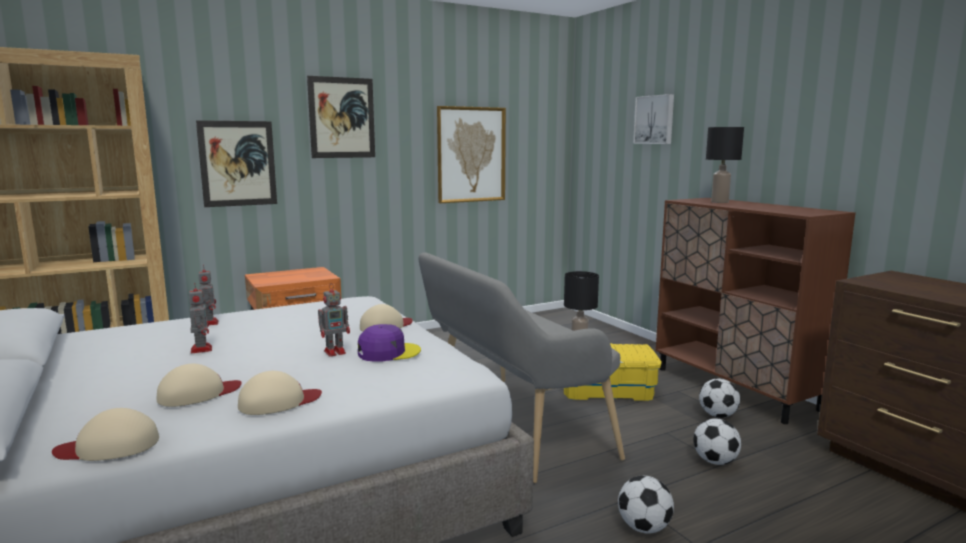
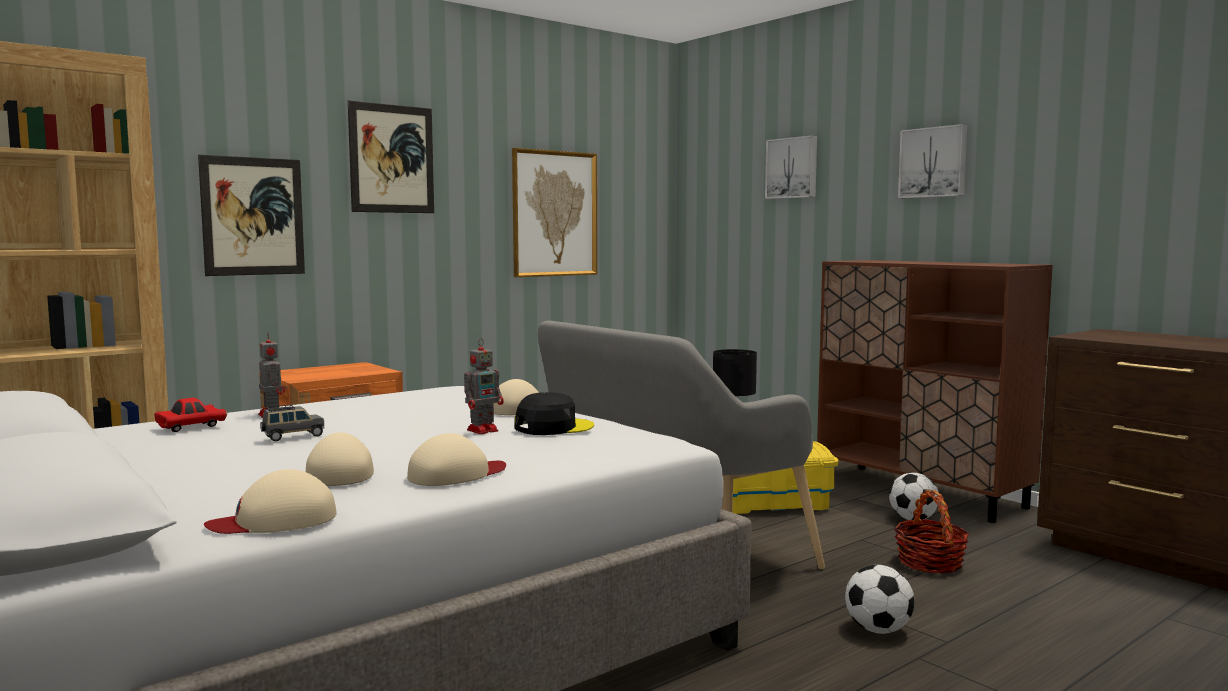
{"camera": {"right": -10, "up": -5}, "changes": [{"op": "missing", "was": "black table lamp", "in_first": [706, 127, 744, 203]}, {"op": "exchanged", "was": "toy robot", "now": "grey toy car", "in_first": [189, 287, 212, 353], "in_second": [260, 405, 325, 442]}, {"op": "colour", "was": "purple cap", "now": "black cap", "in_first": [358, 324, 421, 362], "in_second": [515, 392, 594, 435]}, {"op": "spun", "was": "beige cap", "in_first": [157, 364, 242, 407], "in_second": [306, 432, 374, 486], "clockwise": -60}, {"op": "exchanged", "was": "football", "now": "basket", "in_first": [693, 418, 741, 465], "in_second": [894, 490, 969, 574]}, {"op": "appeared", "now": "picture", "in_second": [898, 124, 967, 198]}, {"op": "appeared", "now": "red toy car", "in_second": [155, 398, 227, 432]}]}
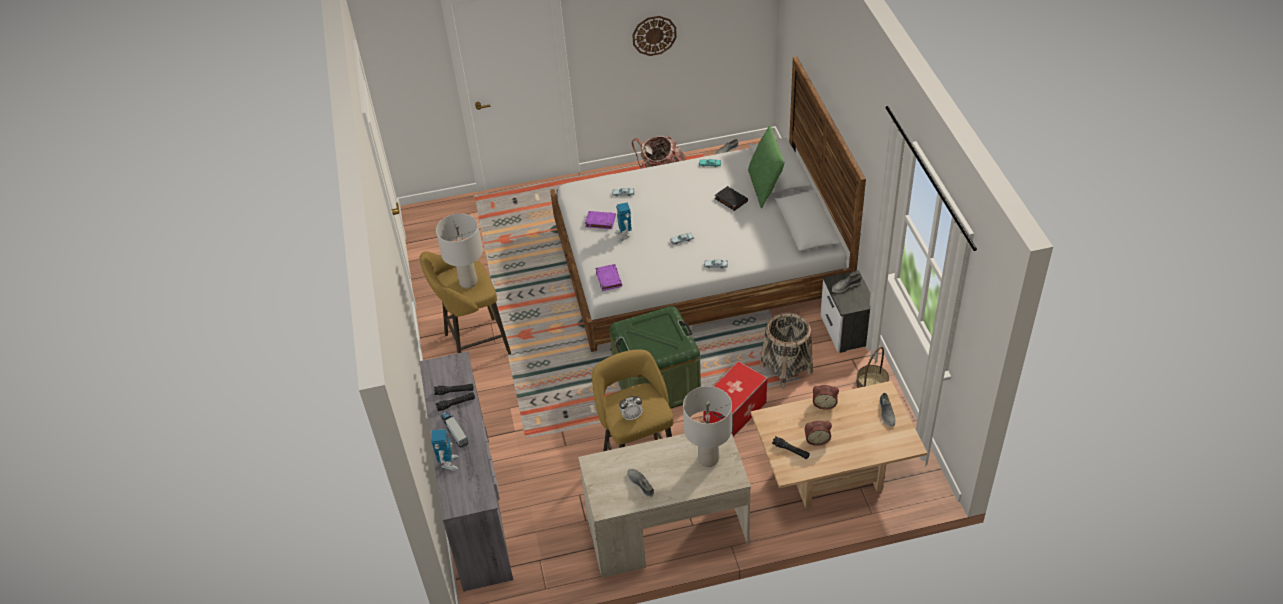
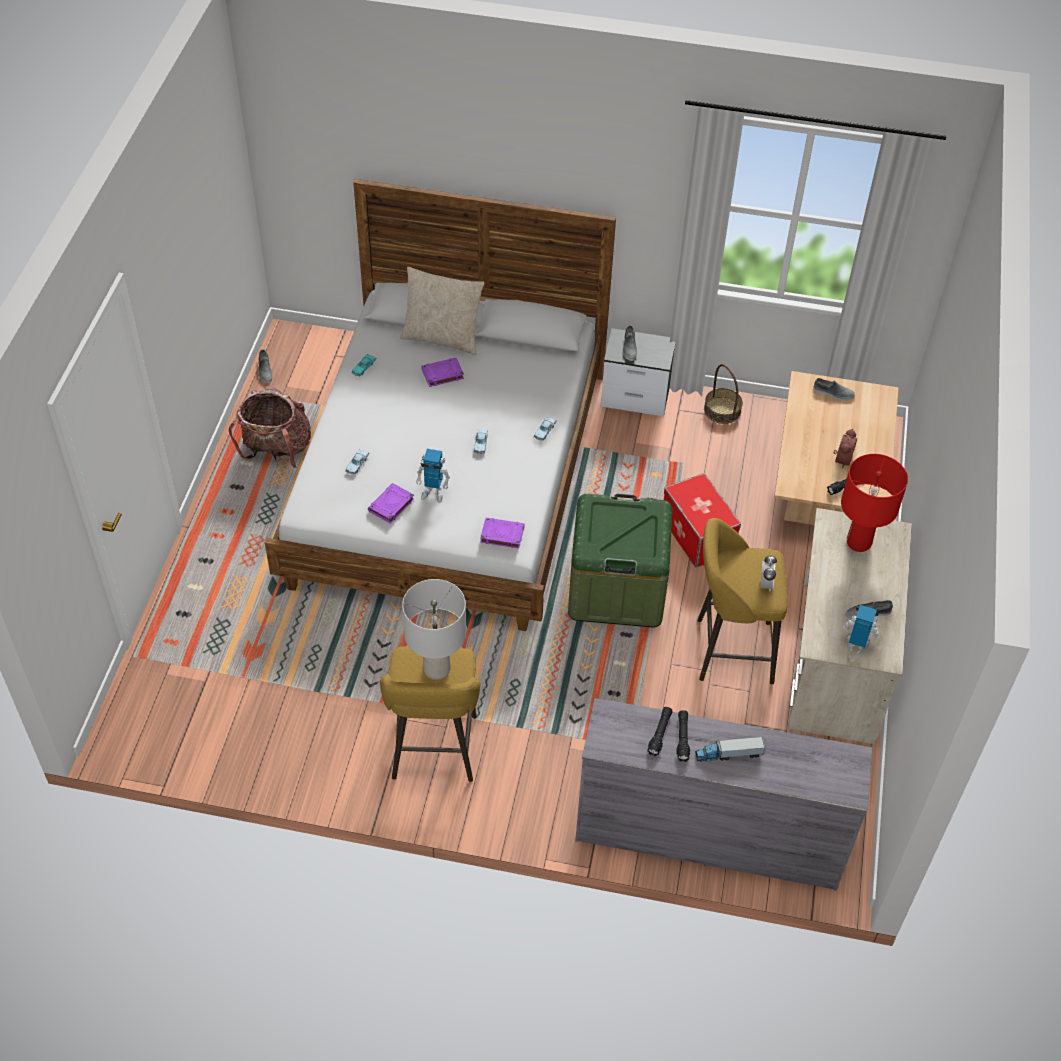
{"camera": {"right": -70, "up": 5}, "changes": [{"op": "missing", "was": "wall clock", "in_first": [632, 16, 677, 56]}, {"op": "colour", "was": "green pillow", "now": "beige pillow", "in_first": [748, 125, 785, 208], "in_second": [400, 267, 485, 355]}, {"op": "colour", "was": "black book", "now": "purple book", "in_first": [715, 186, 748, 211], "in_second": [421, 358, 464, 387]}, {"op": "missing", "was": "basket", "in_first": [760, 312, 813, 389]}, {"op": "missing", "was": "alarm clock", "in_first": [813, 385, 839, 410]}, {"op": "colour", "was": "grey table lamp", "now": "red table lamp", "in_first": [683, 386, 732, 467], "in_second": [841, 454, 908, 552]}, {"op": "relocated", "was": "toy robot", "in_first": [432, 429, 459, 471], "in_second": [843, 605, 879, 654]}]}
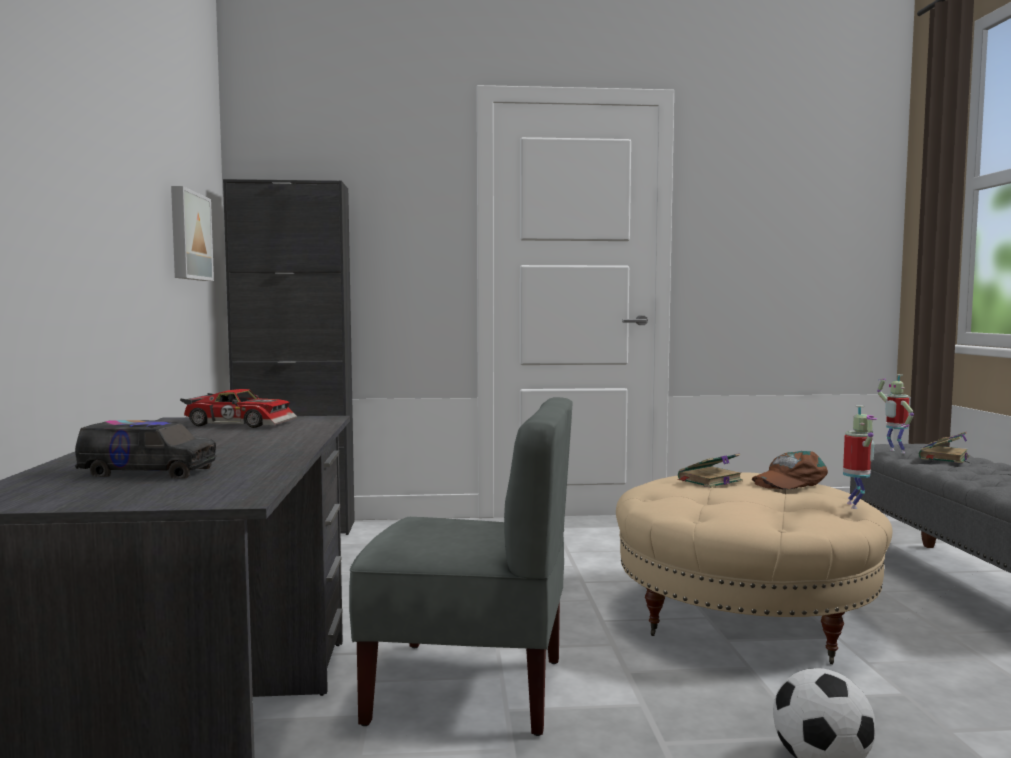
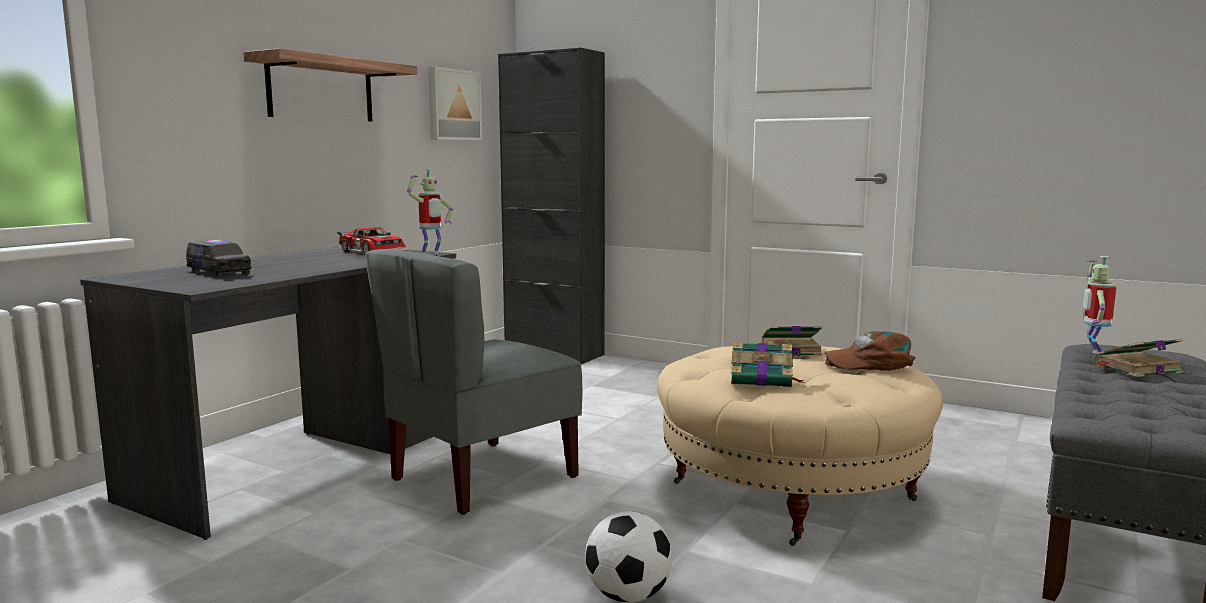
{"camera": {"right": 35, "up": 5}, "changes": [{"op": "spun", "was": "grey chair", "in_first": [349, 397, 573, 736], "in_second": [365, 249, 583, 515], "clockwise": 90}, {"op": "relocated", "was": "toy robot", "in_first": [843, 405, 878, 509], "in_second": [407, 169, 453, 254]}, {"op": "appeared", "now": "shelf", "in_second": [243, 48, 417, 121]}, {"op": "appeared", "now": "book", "in_second": [731, 342, 804, 387]}]}
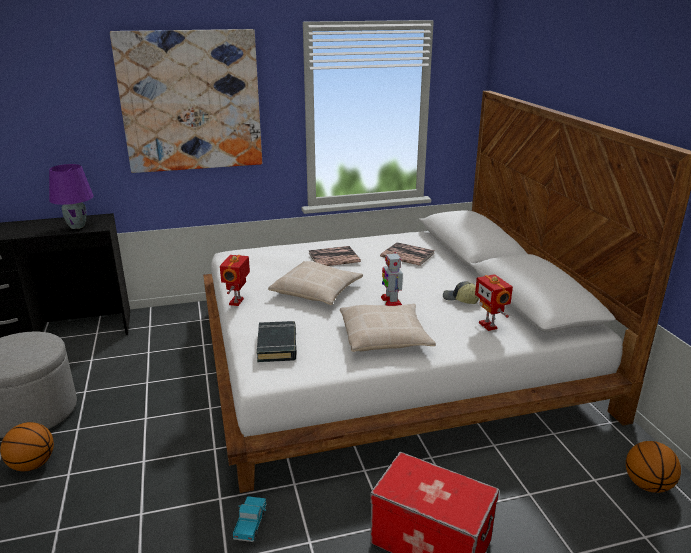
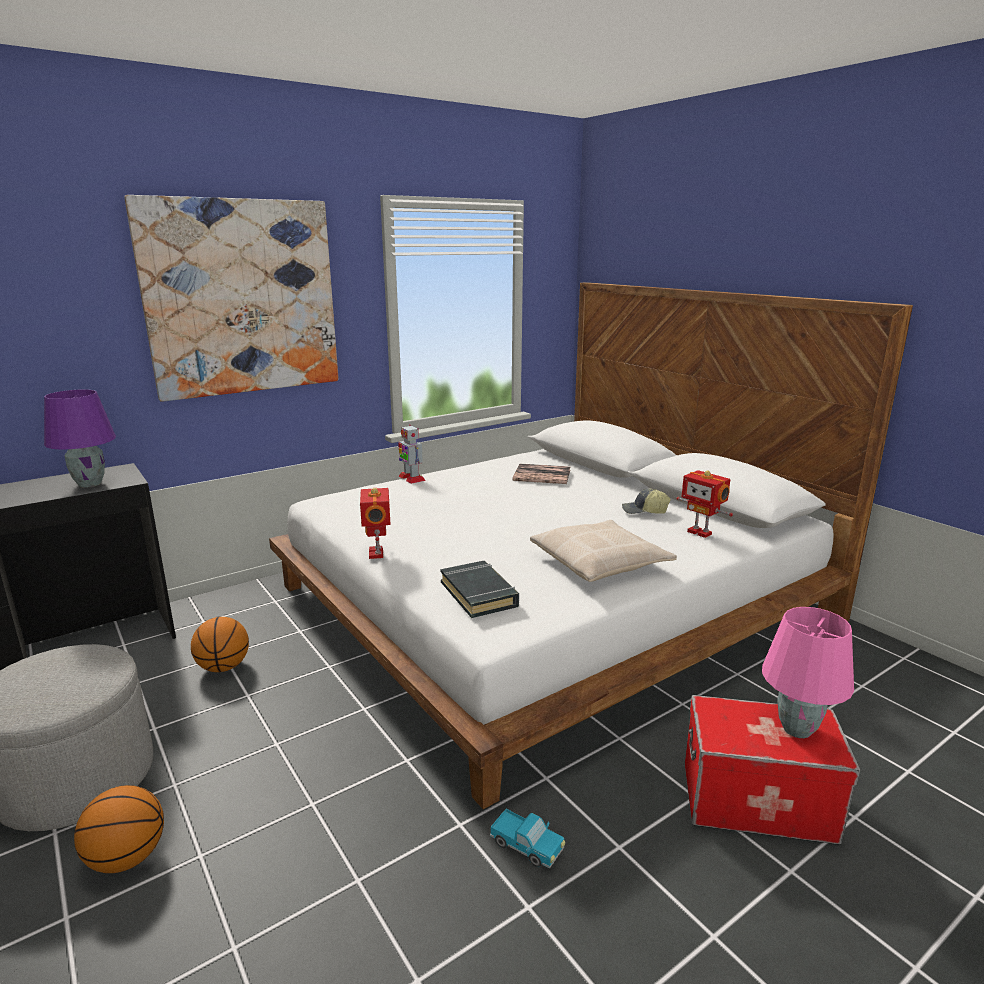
{"camera": {"right": -20, "up": -5}, "changes": [{"op": "missing", "was": "book", "in_first": [308, 246, 361, 266]}, {"op": "relocated", "was": "toy robot", "in_first": [381, 252, 403, 306], "in_second": [398, 424, 426, 484]}, {"op": "missing", "was": "beige pillow", "in_first": [268, 261, 363, 305]}, {"op": "relocated", "was": "basketball", "in_first": [626, 441, 681, 493], "in_second": [191, 617, 249, 672]}, {"op": "spun", "was": "toy truck", "in_first": [233, 496, 267, 542], "in_second": [490, 809, 565, 869], "clockwise": 135}, {"op": "appeared", "now": "pink table lamp", "in_second": [762, 607, 854, 738]}]}
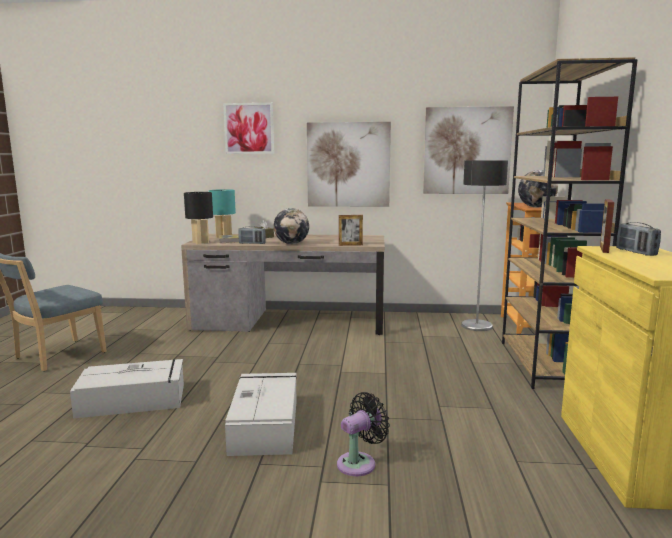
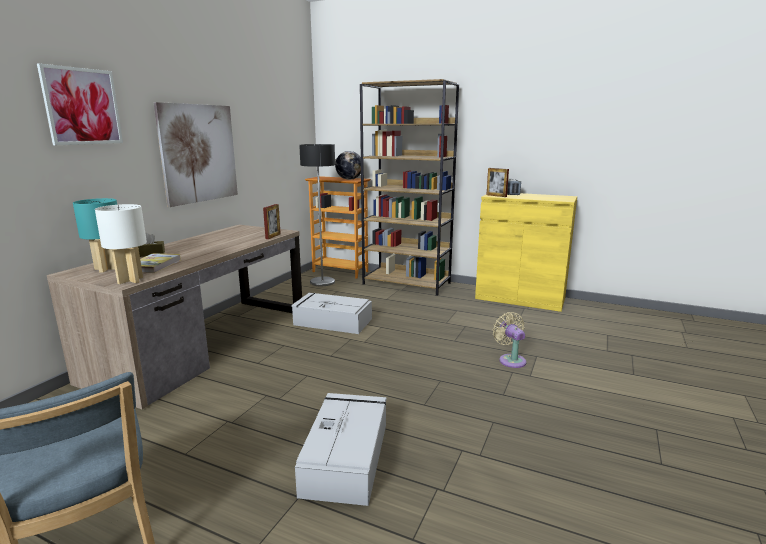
{"camera": {"right": -70, "up": 5}, "changes": [{"op": "missing", "was": "picture", "in_first": [423, 106, 514, 194]}, {"op": "colour", "was": "black table lamp", "now": "white table lamp", "in_first": [184, 192, 213, 244], "in_second": [95, 204, 147, 284]}, {"op": "missing", "was": "globe", "in_first": [274, 208, 309, 244]}, {"op": "missing", "was": "radio", "in_first": [238, 226, 266, 244]}, {"op": "relocated", "was": "grey storage box", "in_first": [225, 373, 297, 456], "in_second": [291, 293, 372, 334]}, {"op": "colour", "was": "black fan", "now": "beige fan", "in_first": [337, 392, 390, 476], "in_second": [493, 312, 526, 368]}]}
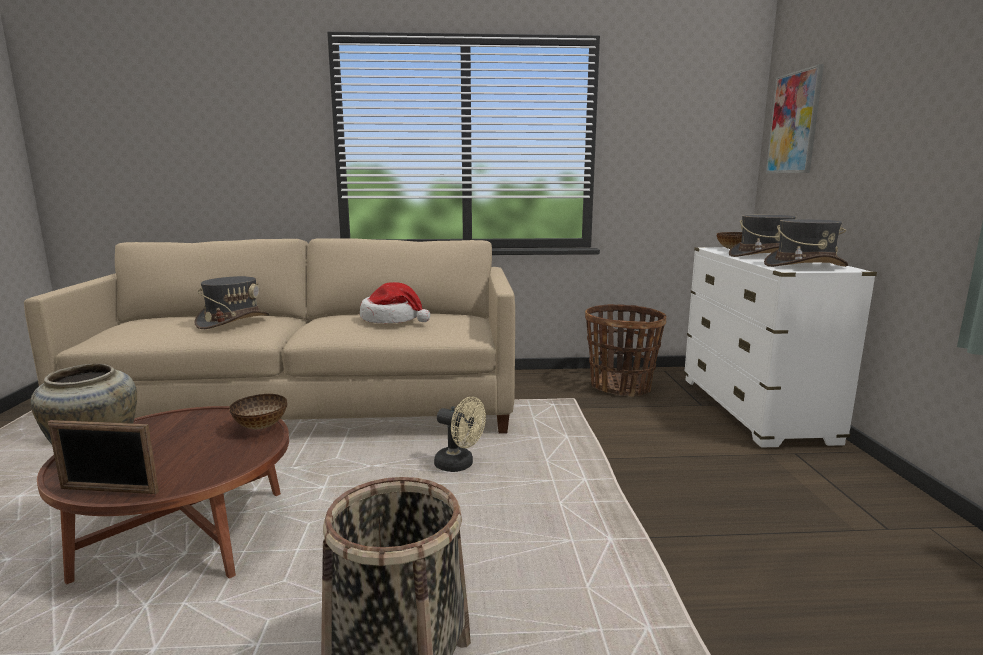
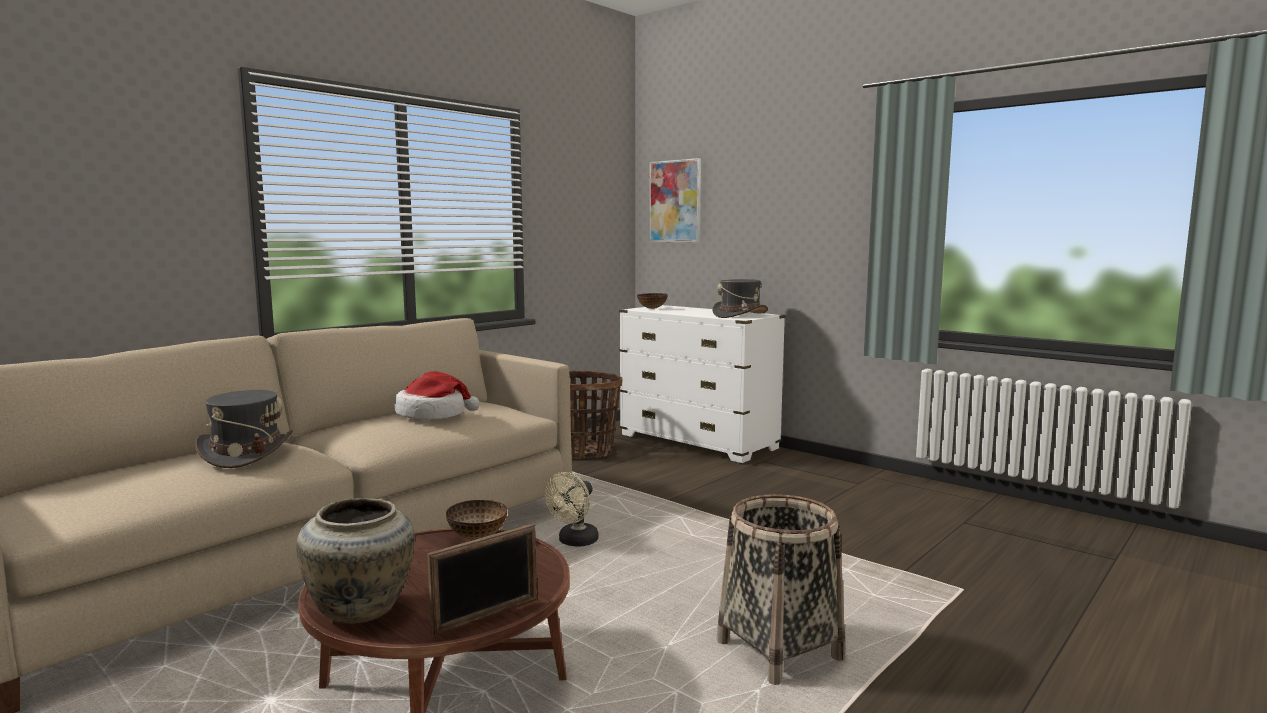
{"camera": {"right": -45, "up": -5}, "changes": [{"op": "missing", "was": "grey hat", "in_first": [729, 215, 796, 257]}, {"op": "spun", "was": "beige fan", "in_first": [434, 397, 486, 472], "in_second": [545, 472, 598, 547], "clockwise": 135}]}
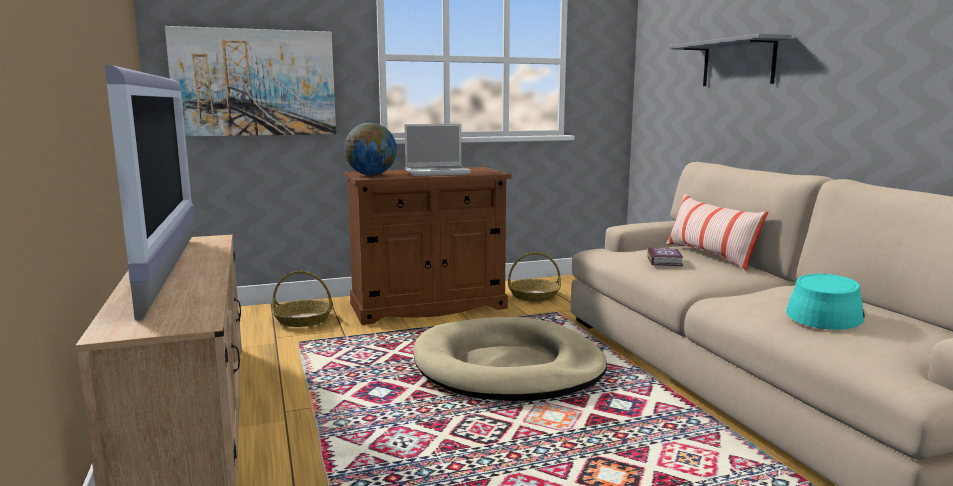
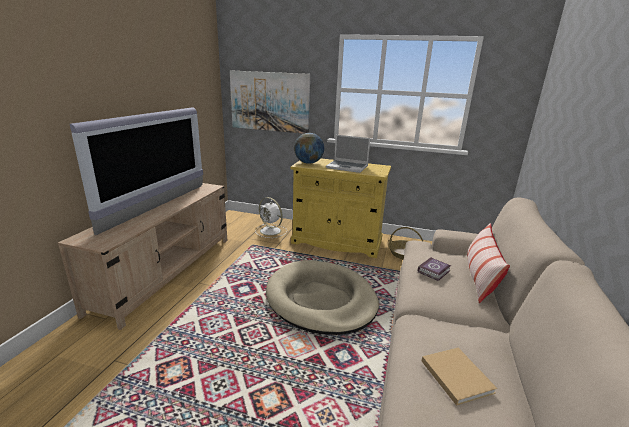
{"camera": {"right": 35, "up": 10}, "changes": [{"op": "missing", "was": "grey shelf", "in_first": [669, 33, 792, 86]}, {"op": "colour", "was": "brown cabinet", "now": "yellow cabinet", "in_first": [344, 167, 511, 325], "in_second": [290, 159, 391, 258]}, {"op": "exchanged", "was": "basket", "now": "white fan", "in_first": [272, 271, 333, 327], "in_second": [255, 197, 287, 238]}, {"op": "exchanged", "was": "turquoise hat", "now": "beige book", "in_first": [786, 274, 865, 330], "in_second": [422, 348, 497, 406]}]}
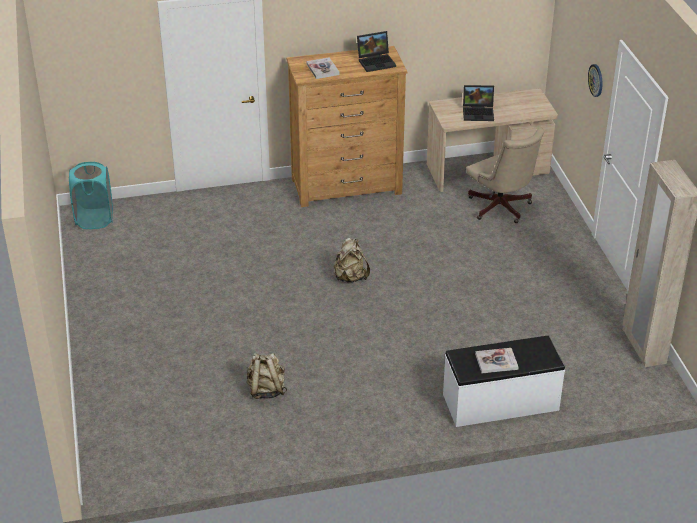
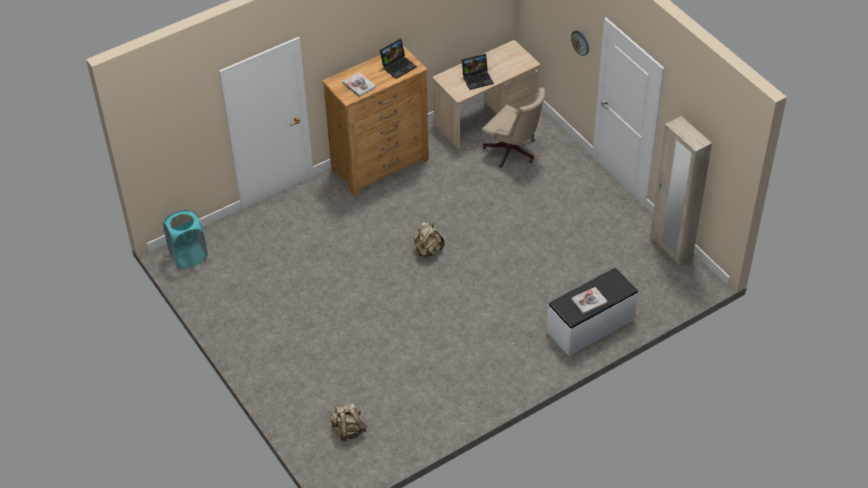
{"camera": {"right": -20, "up": 10}, "changes": [{"op": "relocated", "was": "beige backpack", "in_first": [247, 353, 287, 399], "in_second": [330, 403, 367, 441]}]}
